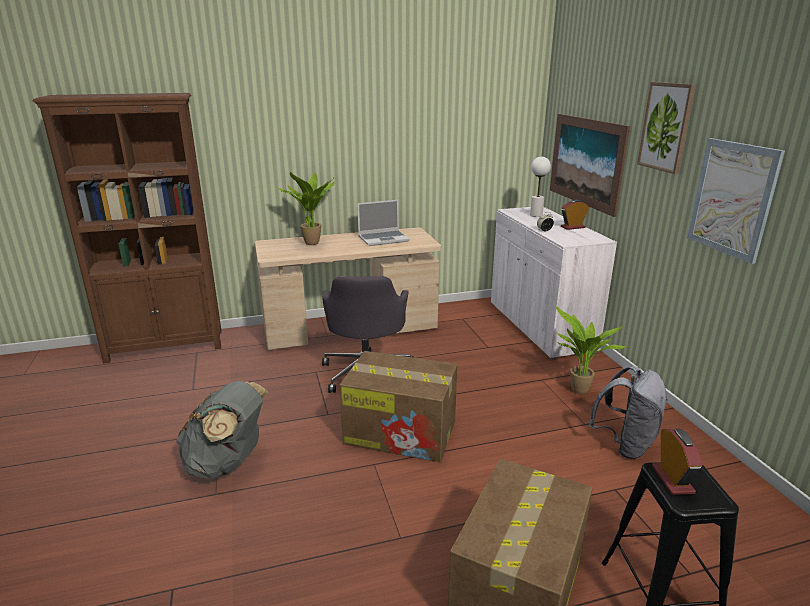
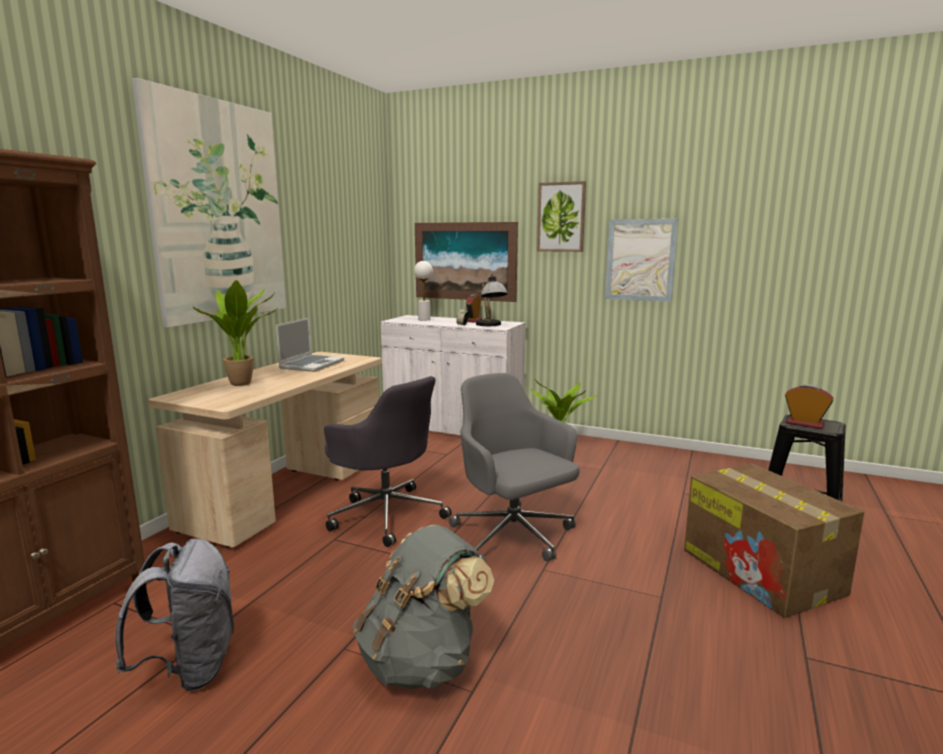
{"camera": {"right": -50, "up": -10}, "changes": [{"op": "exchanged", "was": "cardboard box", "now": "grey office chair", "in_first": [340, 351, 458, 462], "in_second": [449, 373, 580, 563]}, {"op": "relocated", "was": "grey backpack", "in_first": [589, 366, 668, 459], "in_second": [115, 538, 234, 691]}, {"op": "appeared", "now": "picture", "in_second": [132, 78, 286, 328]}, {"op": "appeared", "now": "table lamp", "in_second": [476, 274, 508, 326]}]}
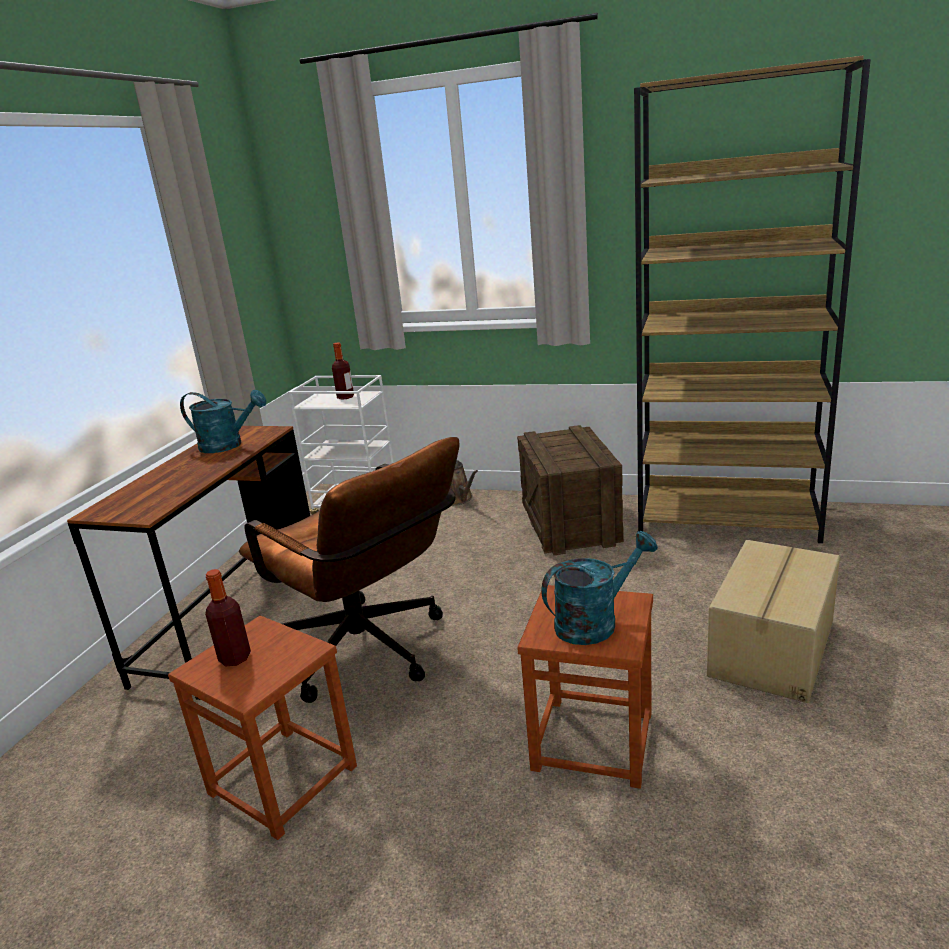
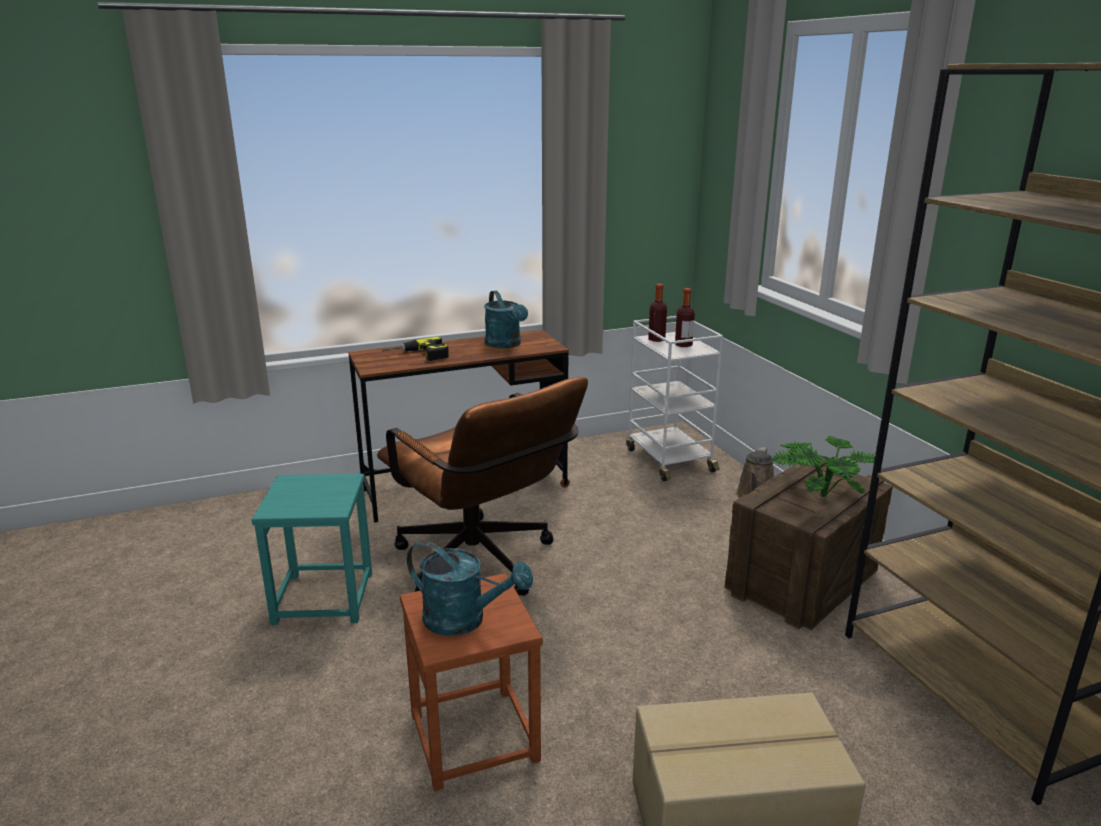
{"camera": {"right": 50, "up": 0}, "changes": [{"op": "spun", "was": "brown office chair", "in_first": [239, 437, 460, 703], "in_second": [377, 377, 588, 596], "clockwise": -45}, {"op": "relocated", "was": "bottle", "in_first": [205, 569, 251, 666], "in_second": [648, 284, 667, 342]}, {"op": "colour", "was": "brown stool", "now": "turquoise stool", "in_first": [168, 615, 357, 840], "in_second": [251, 474, 372, 625]}, {"op": "appeared", "now": "power drill", "in_second": [382, 336, 449, 361]}, {"op": "appeared", "now": "potted plant", "in_second": [771, 436, 875, 497]}]}
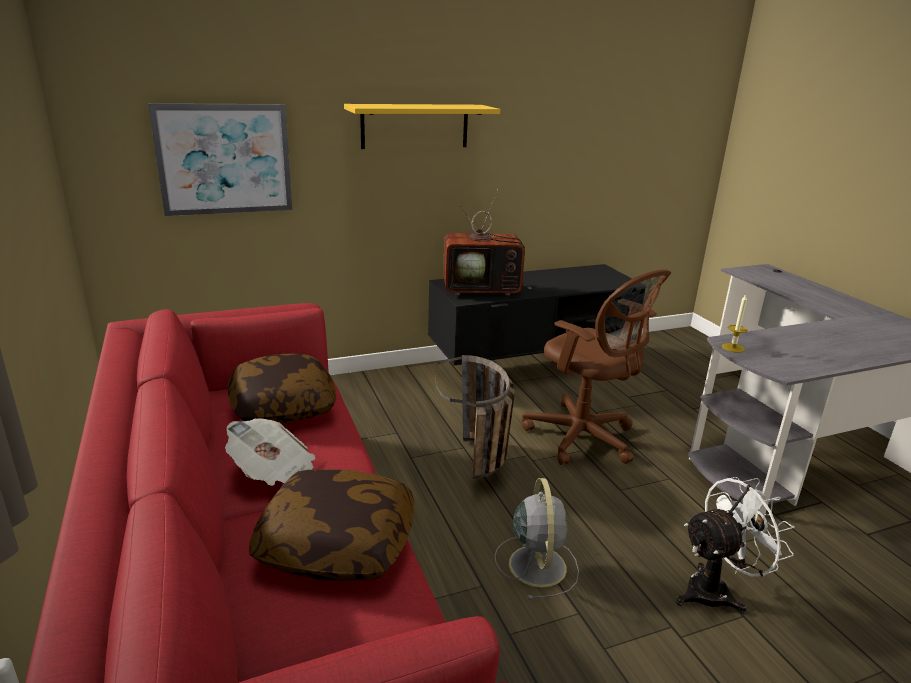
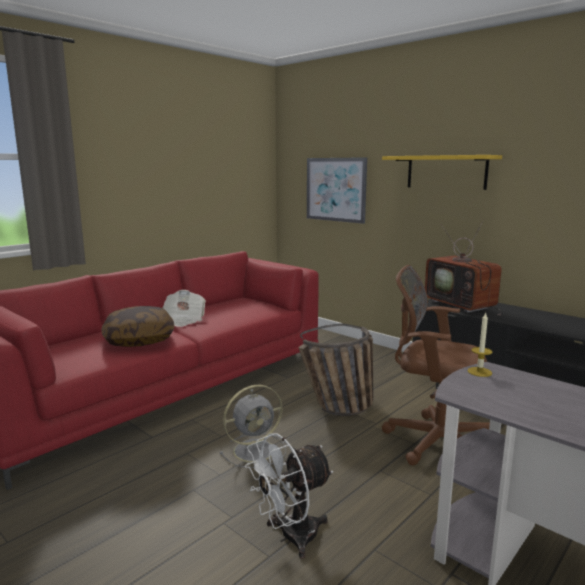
{"camera": {"right": 65, "up": -10}, "changes": [{"op": "spun", "was": "brown office chair", "in_first": [522, 269, 671, 465], "in_second": [382, 265, 490, 465], "clockwise": 90}, {"op": "missing", "was": "pillow", "in_first": [228, 353, 337, 423]}, {"op": "spun", "was": "white fan", "in_first": [676, 477, 795, 614], "in_second": [245, 433, 333, 559], "clockwise": 105}]}
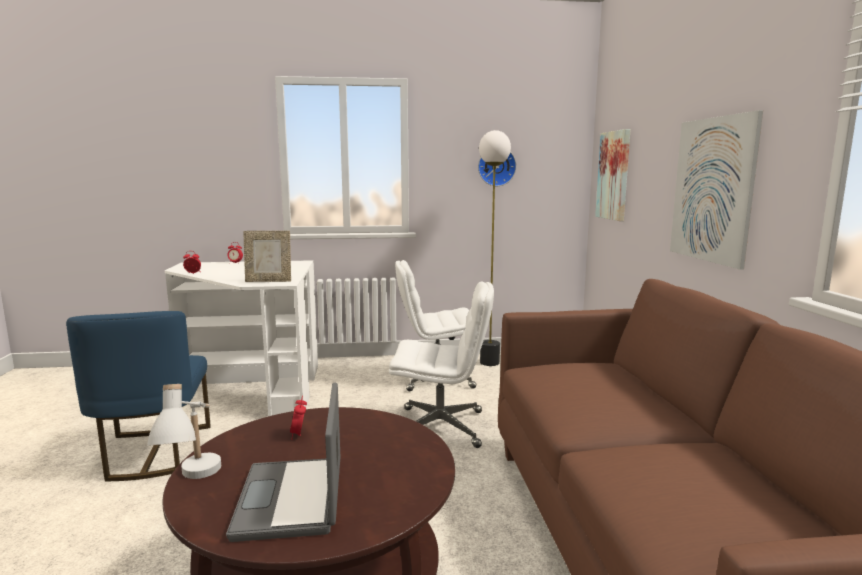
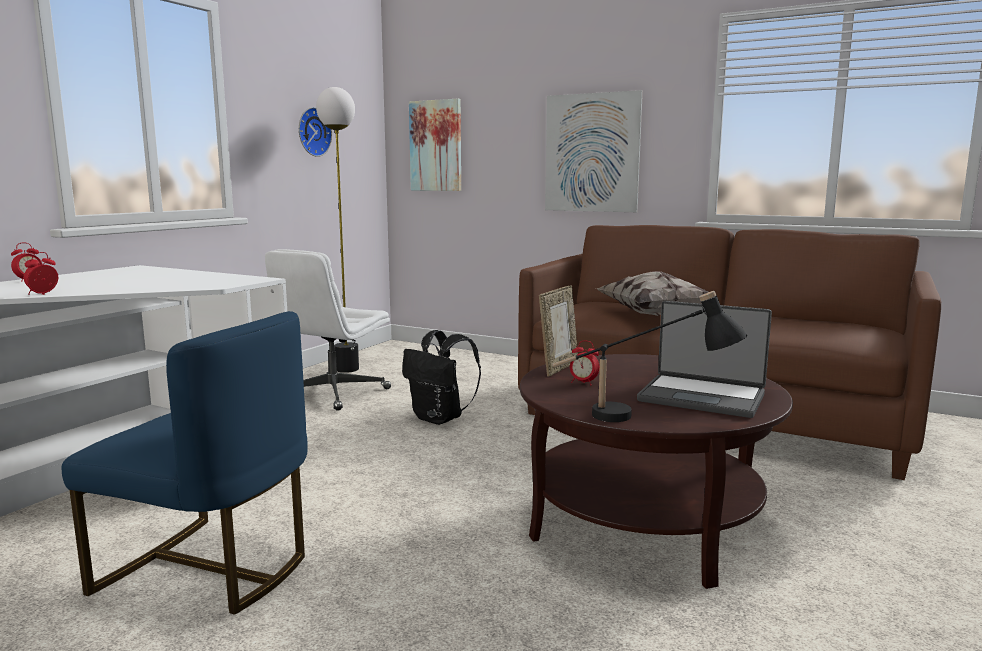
{"camera": {"right": -55, "up": 0}, "changes": [{"op": "relocated", "was": "picture frame", "in_first": [243, 231, 291, 282], "in_second": [539, 285, 578, 376]}, {"op": "exchanged", "was": "white office chair", "now": "black backpack", "in_first": [389, 281, 494, 448], "in_second": [402, 330, 481, 425]}, {"op": "colour", "was": "white table lamp", "now": "black table lamp", "in_first": [147, 384, 221, 479], "in_second": [552, 291, 747, 422]}, {"op": "appeared", "now": "pillow", "in_second": [597, 271, 708, 316]}]}
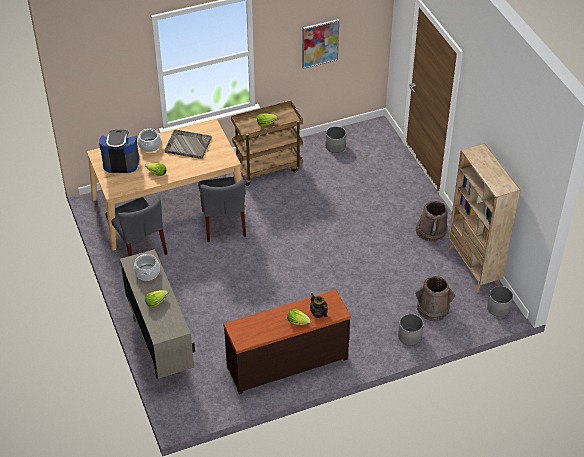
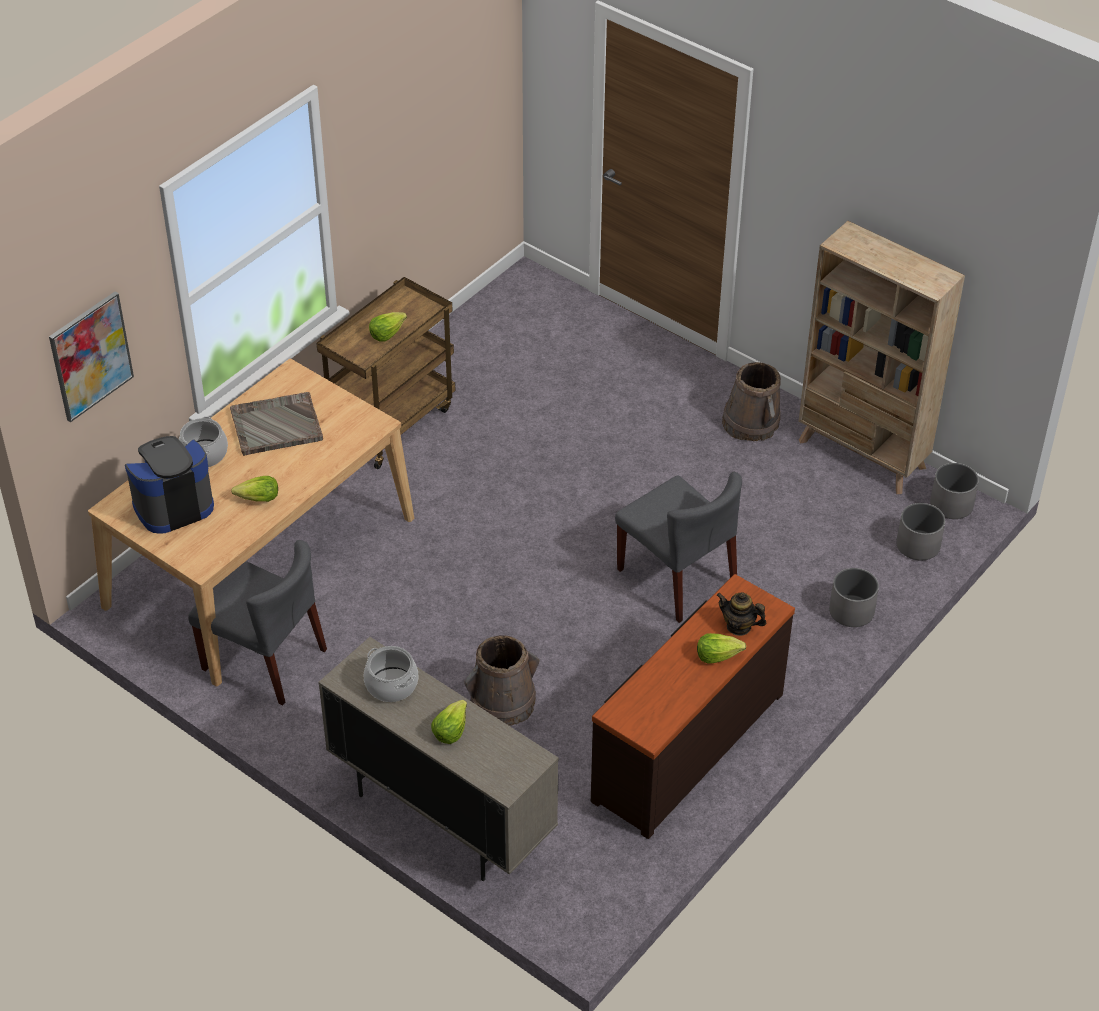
{"camera": {"right": -30, "up": 0}, "changes": [{"op": "relocated", "was": "picture", "in_first": [302, 19, 339, 69], "in_second": [49, 291, 134, 422]}, {"op": "relocated", "was": "grey planter", "in_first": [325, 126, 346, 153], "in_second": [896, 503, 945, 560]}, {"op": "relocated", "was": "grey chair", "in_first": [198, 177, 246, 242], "in_second": [615, 472, 742, 623]}, {"op": "relocated", "was": "brown bucket", "in_first": [415, 276, 455, 321], "in_second": [464, 635, 539, 726]}]}
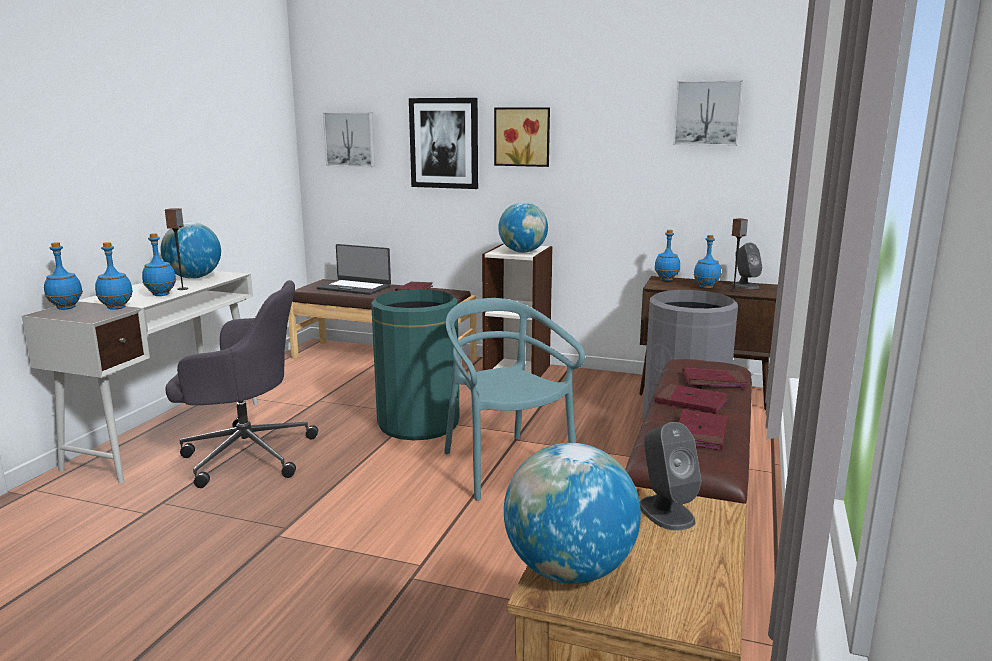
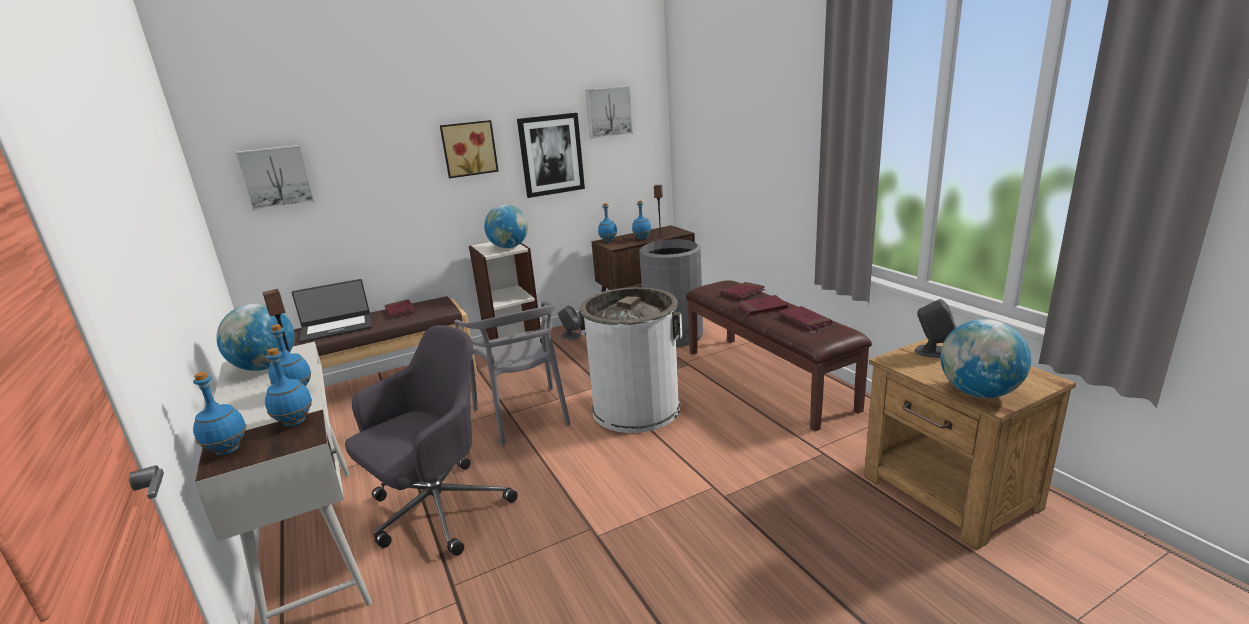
{"camera": {"right": -45, "up": 5}, "changes": [{"op": "relocated", "was": "picture", "in_first": [409, 98, 478, 189], "in_second": [517, 113, 585, 198]}, {"op": "relocated", "was": "grey speaker", "in_first": [732, 243, 763, 289], "in_second": [558, 306, 582, 339]}, {"op": "exchanged", "was": "green trash can", "now": "grey chair", "in_first": [371, 289, 460, 440], "in_second": [454, 300, 571, 445]}, {"op": "exchanged", "was": "turquoise chair", "now": "white trash can", "in_first": [444, 298, 585, 501], "in_second": [579, 287, 682, 433]}]}
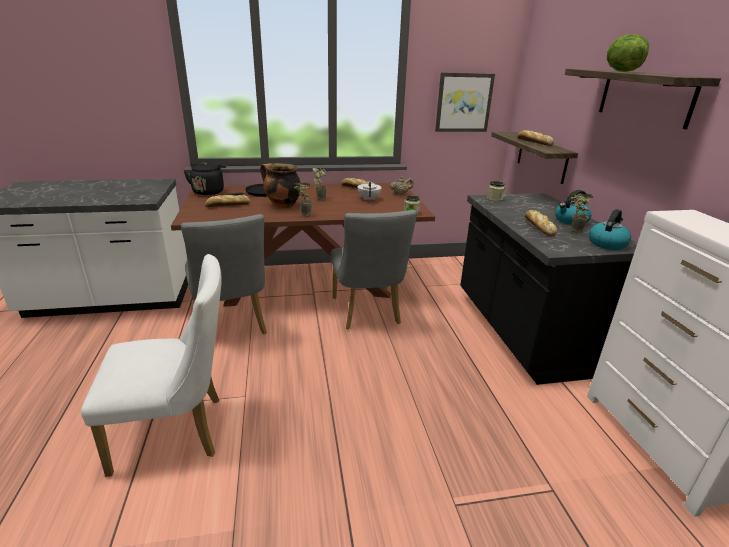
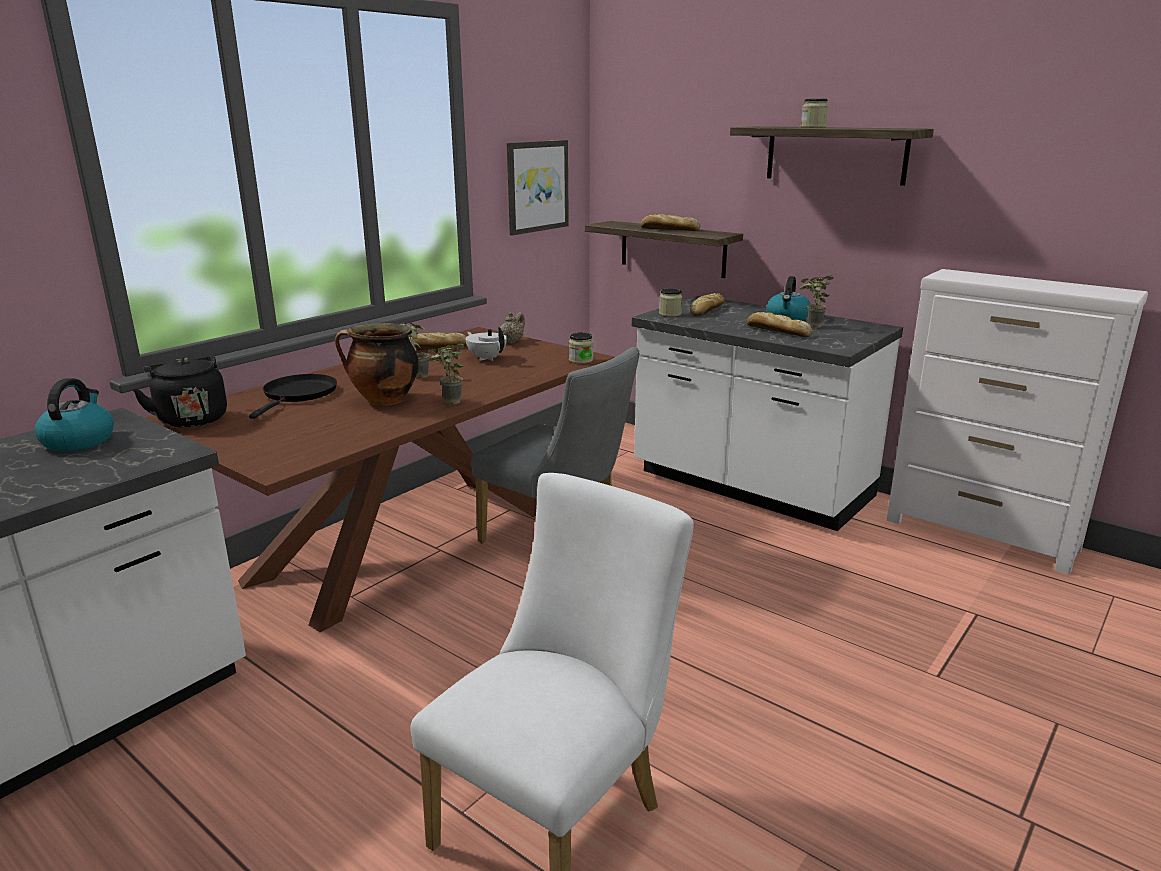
{"camera": {"right": -40, "up": -5}, "changes": [{"op": "exchanged", "was": "lettuce", "now": "jar", "in_first": [607, 34, 649, 72], "in_second": [801, 99, 828, 128]}, {"op": "colour", "was": "black counter", "now": "white counter", "in_first": [460, 193, 637, 385], "in_second": [632, 296, 903, 531]}, {"op": "relocated", "was": "bread", "in_first": [205, 195, 250, 207], "in_second": [690, 293, 725, 316]}, {"op": "relocated", "was": "kettle", "in_first": [589, 209, 631, 250], "in_second": [35, 378, 114, 452]}, {"op": "missing", "was": "grey chair", "in_first": [181, 214, 267, 334]}]}
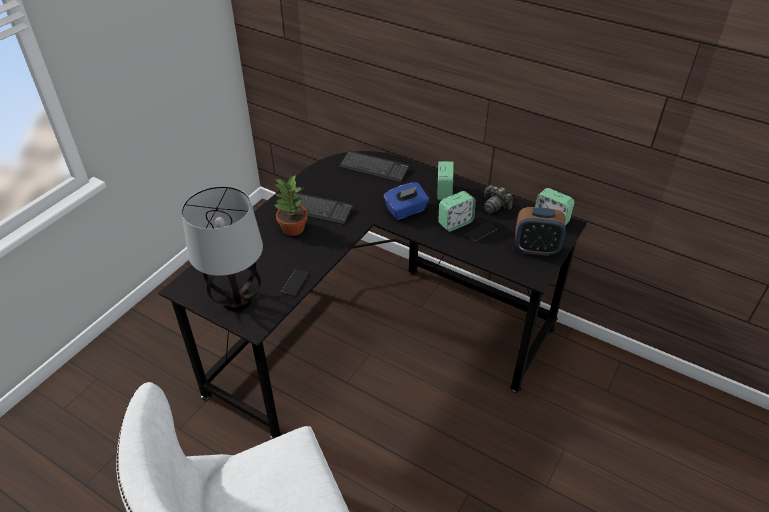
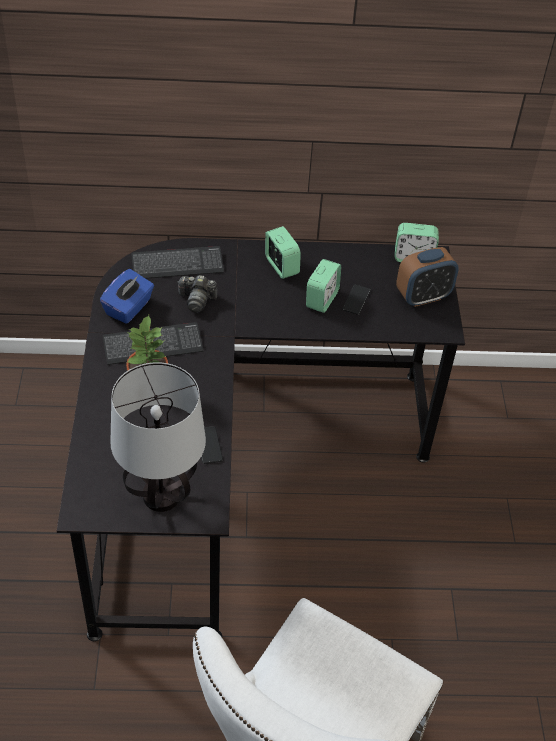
{"camera": {"right": -35, "up": 5}, "changes": [{"op": "relocated", "was": "blue tissue box", "in_first": [384, 182, 429, 220], "in_second": [100, 269, 154, 324]}, {"op": "relocated", "was": "photo camera", "in_first": [484, 185, 513, 214], "in_second": [177, 275, 218, 313]}]}
